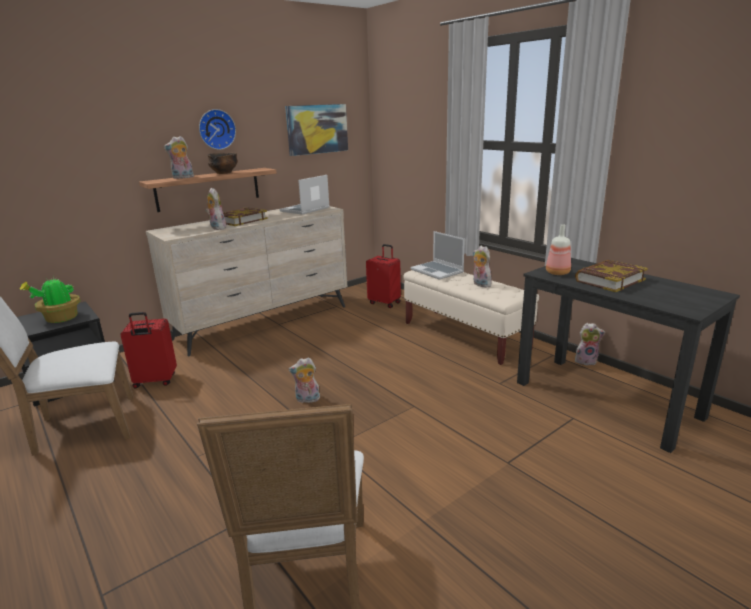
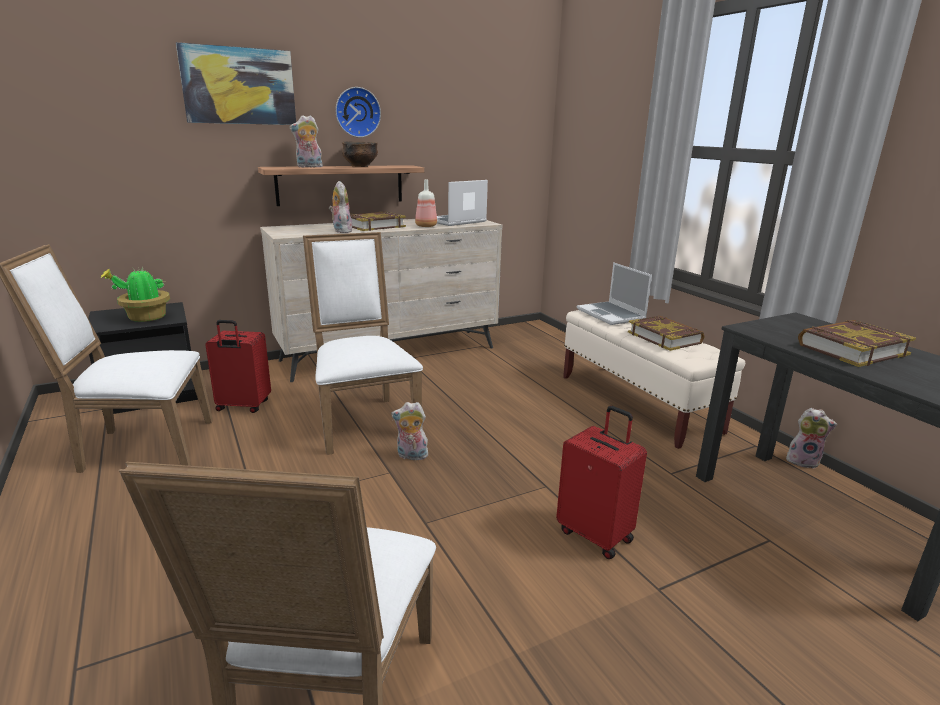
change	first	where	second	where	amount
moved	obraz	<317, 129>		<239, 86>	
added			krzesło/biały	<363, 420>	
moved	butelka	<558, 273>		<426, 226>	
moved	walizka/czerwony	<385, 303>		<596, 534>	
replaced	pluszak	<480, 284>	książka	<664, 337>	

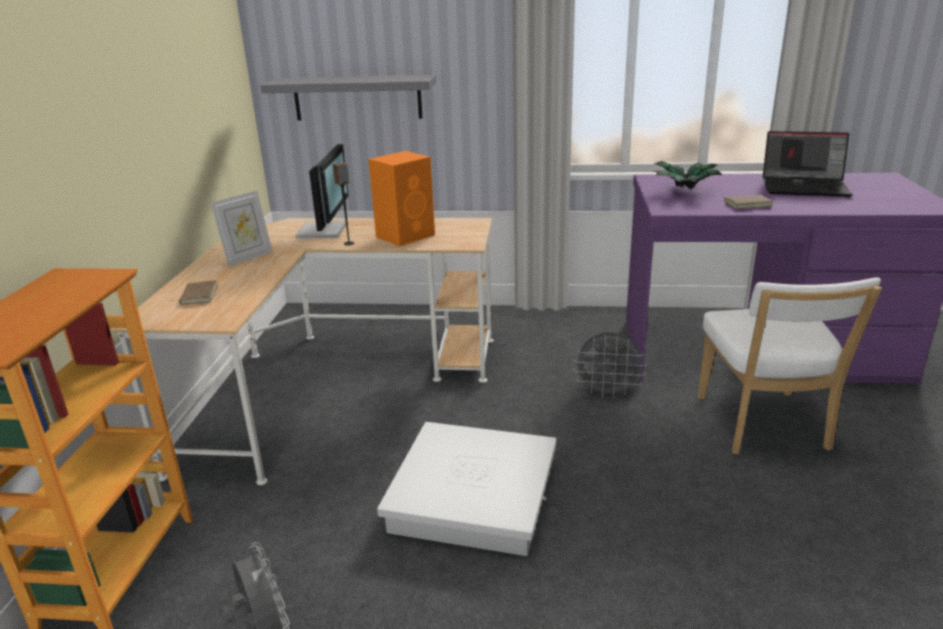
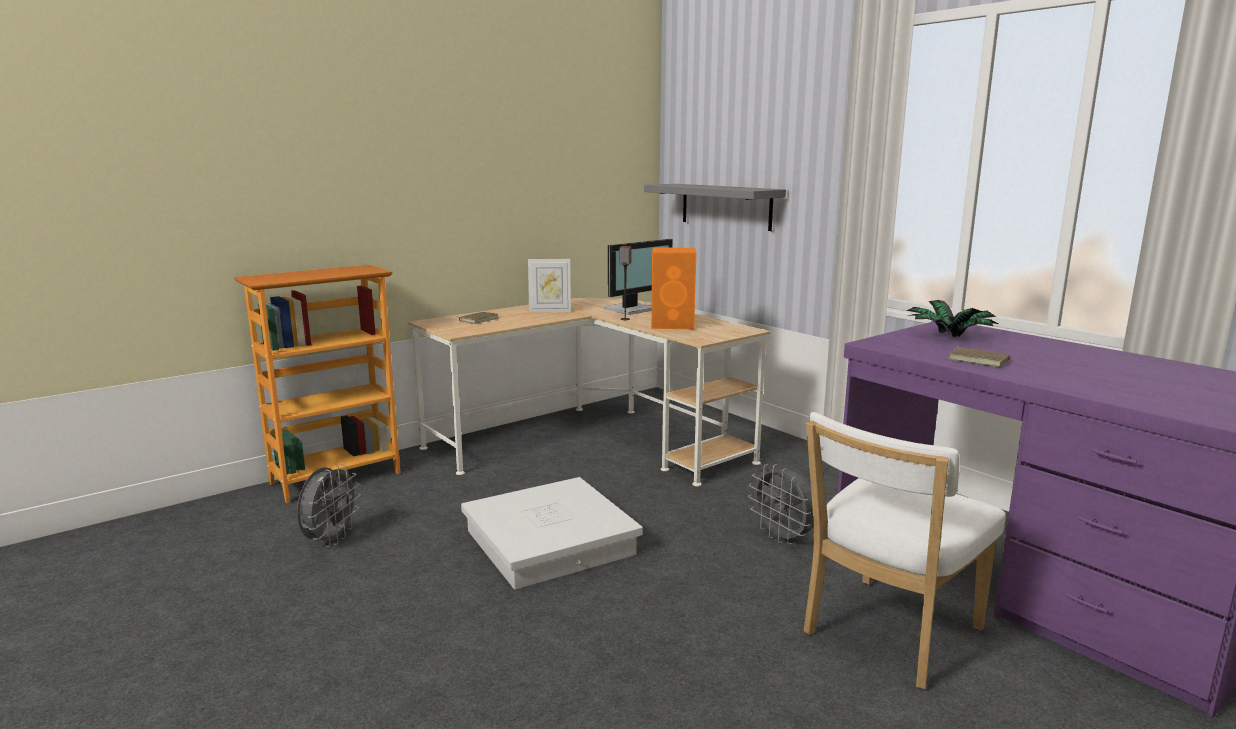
change	first	where	second	where	amount
removed	laptop	<805, 187>			

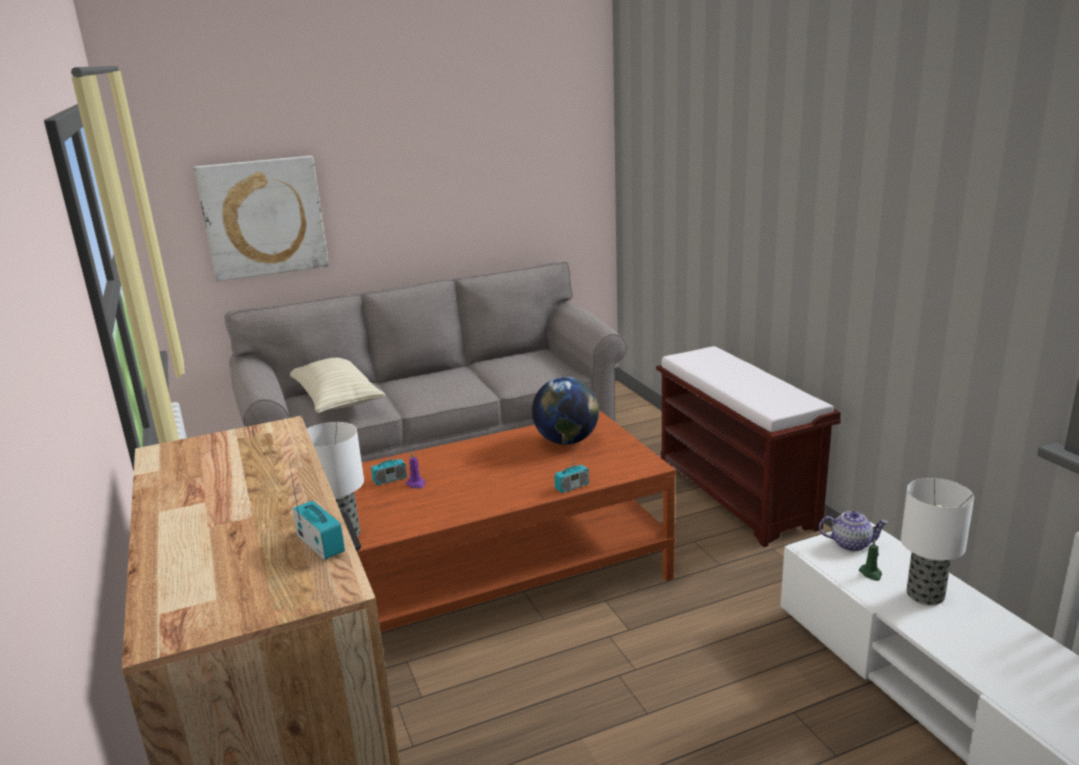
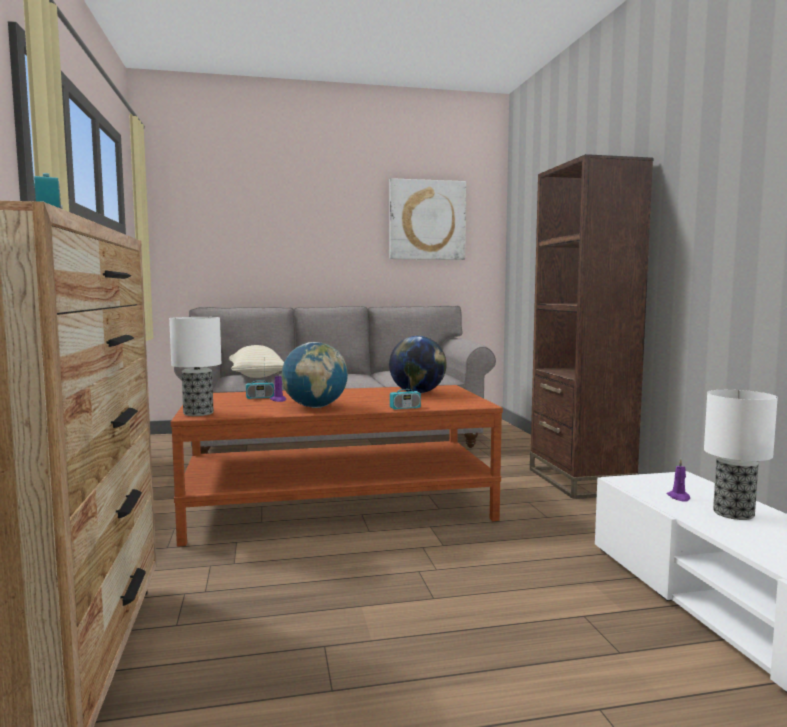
change	first	where	second	where	amount
added			globus	<315, 407>	
moved	obraz	<263, 217>		<427, 220>	
replaced	ławka/brązowy	<737, 495>	regał/brązowy	<579, 481>	
recoloured	świeca/zielony	<871, 573>	świeca/fioletowy	<679, 497>	
removed	imbryk	<851, 544>			

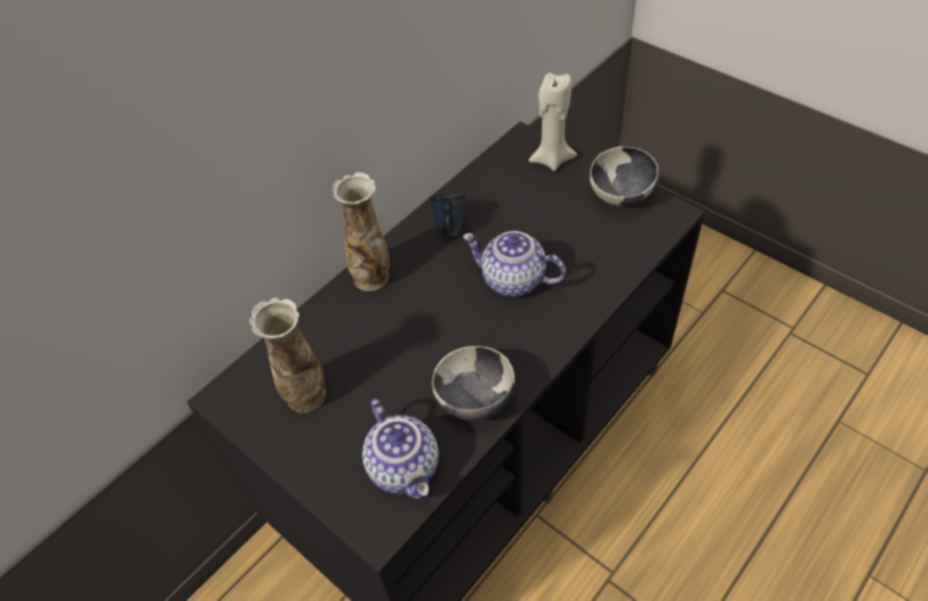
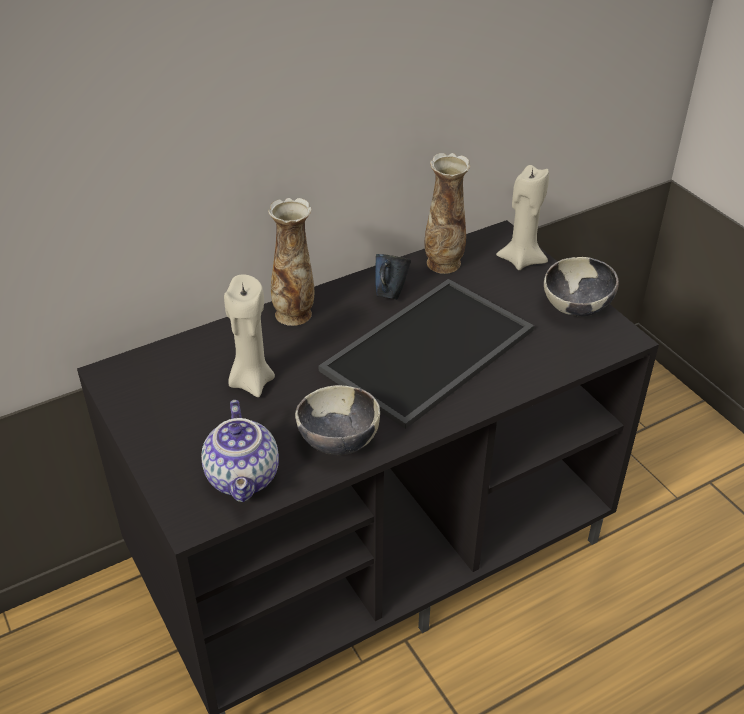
change	first	where	second	where	amount
added			świeca/beżowy	<251, 381>	
replaced	imbryk	<514, 280>	taca	<429, 353>	
moved	wazon	<306, 396>		<443, 264>	

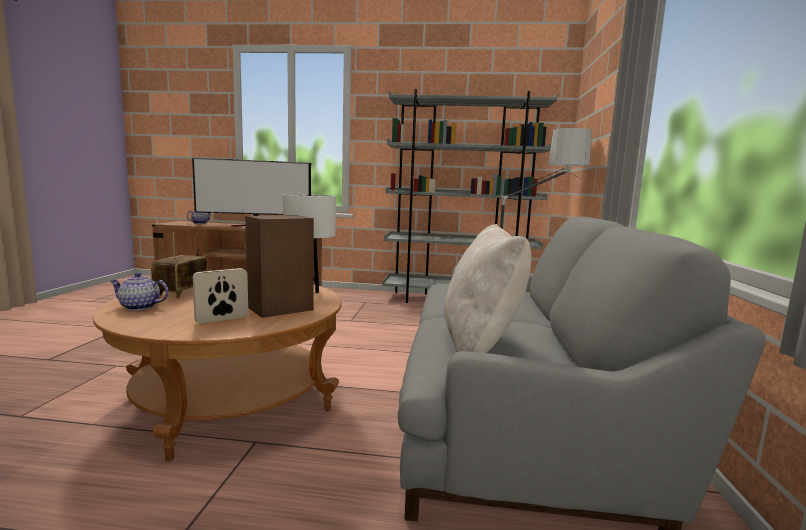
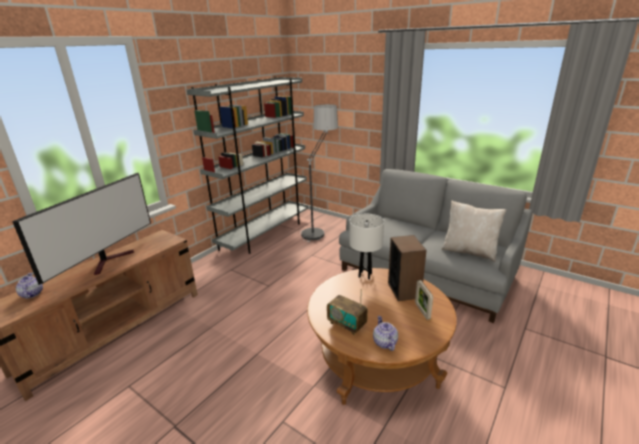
change	first	where	second	where	amount
turned	imbryk	<139, 307>		<384, 342>	135 degrees clockwise

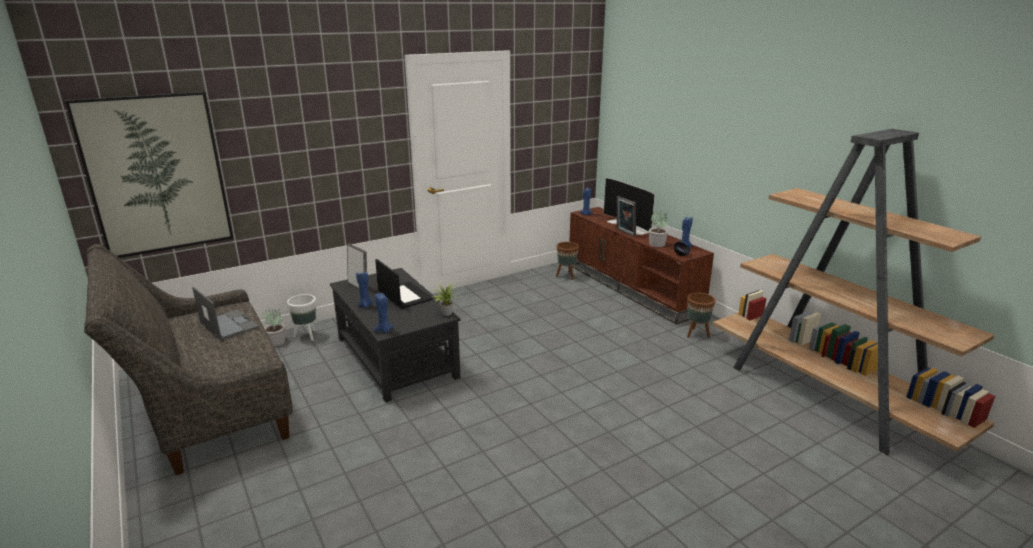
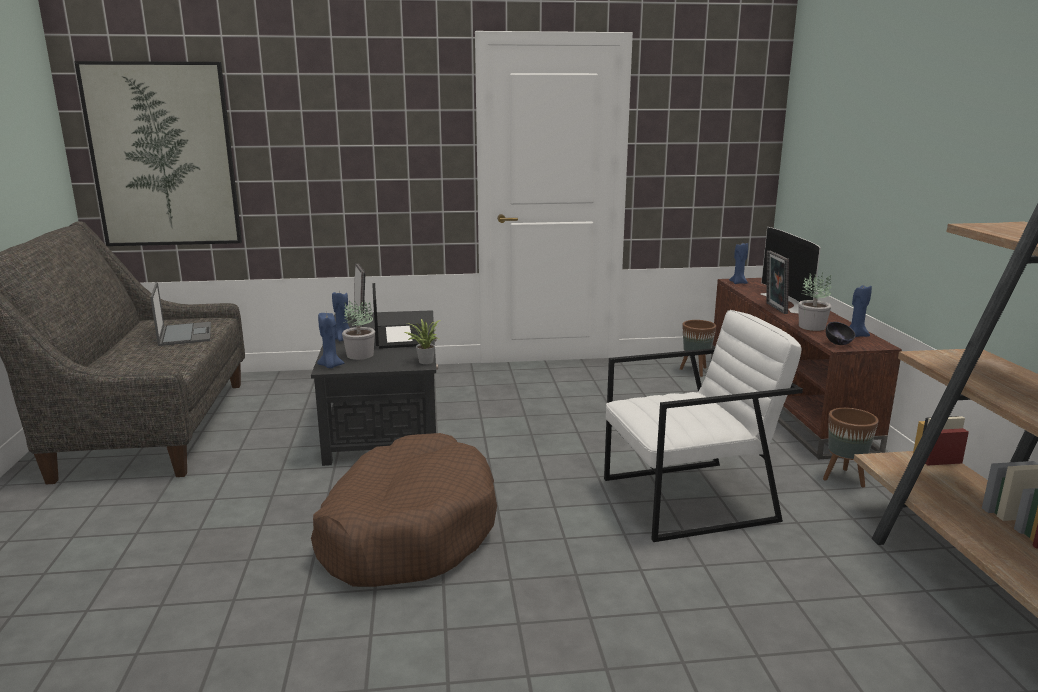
change	first	where	second	where	amount
added			legowisko/brązowy	<407, 530>	
moved	roślina doniczkowa	<276, 342>		<360, 355>	
added			fotel/biały	<689, 499>	
removed	donica/biały	<307, 336>			

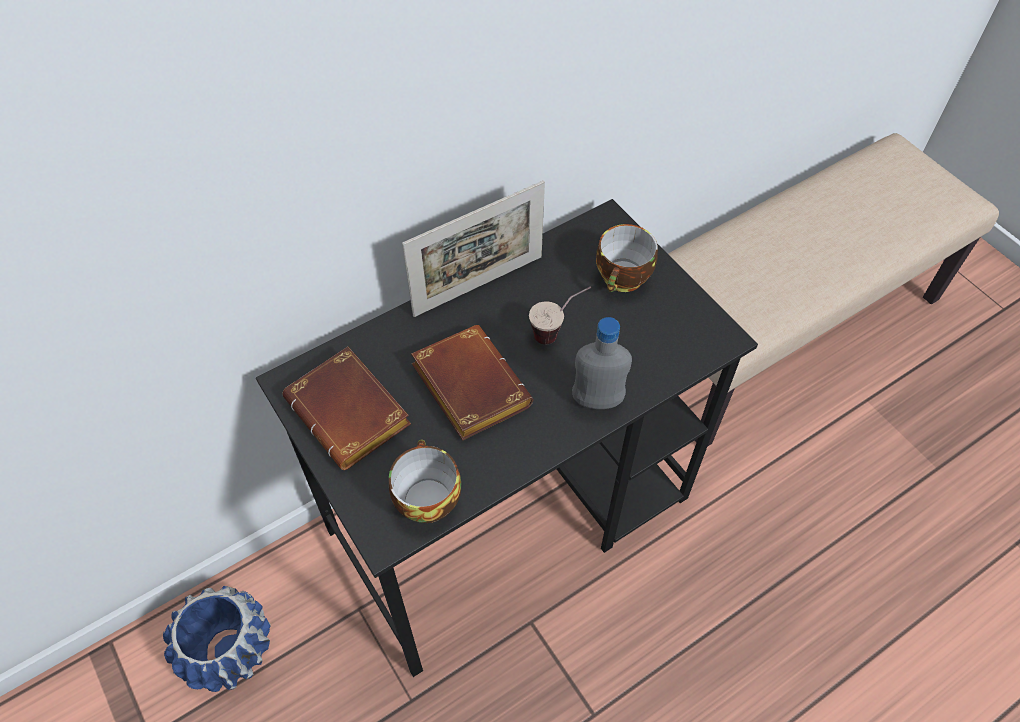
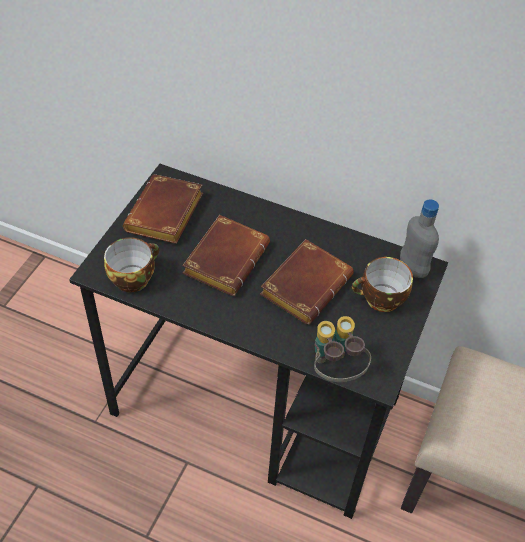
change	first	where	second	where	amount
replaced	filiżanka	<558, 331>	książka/brązowy	<305, 284>	
added			lornetka	<335, 370>	
moved	butelka/szary	<597, 401>		<412, 268>	
removed	donica/niebieski	<227, 649>			
removed	ramka na zdjęcie	<478, 285>			

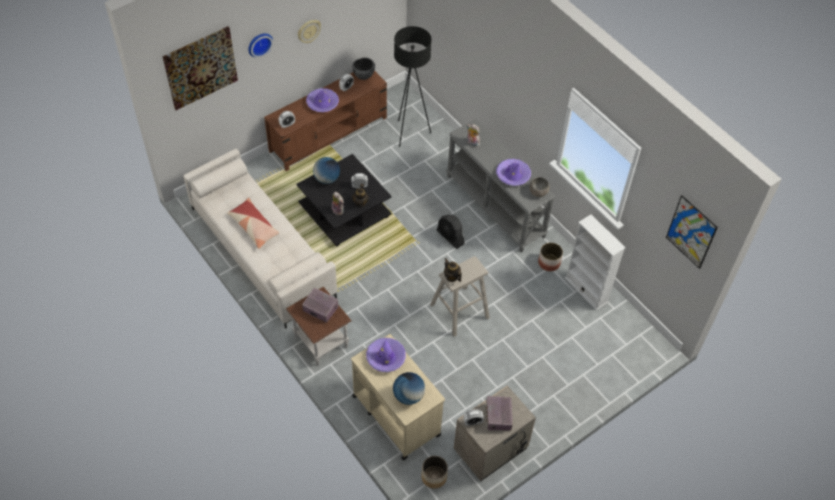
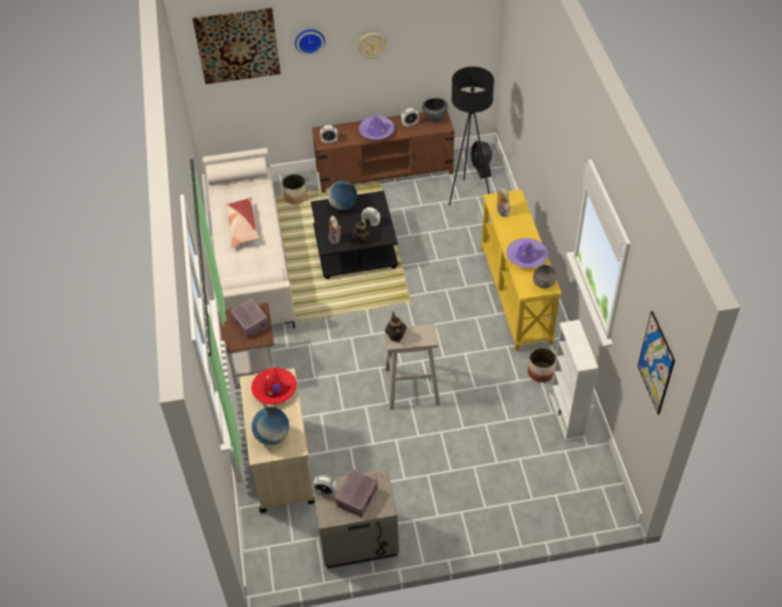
change	first	where	second	where	amount
recoloured	kapelusz/fioletowy	<386, 357>	kapelusz/czerwony	<274, 389>	
moved	donica	<434, 476>		<295, 197>	
moved	wentylator/czarny	<450, 237>		<481, 168>	
recoloured	stolik konsolowy/szary	<496, 206>	stolik konsolowy/żółty	<516, 295>	

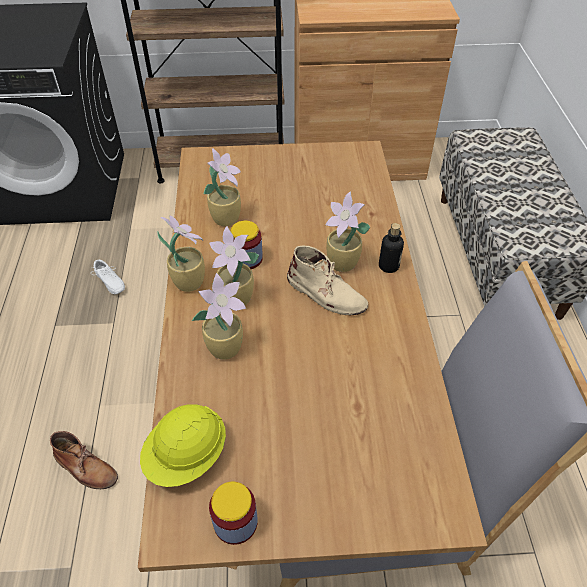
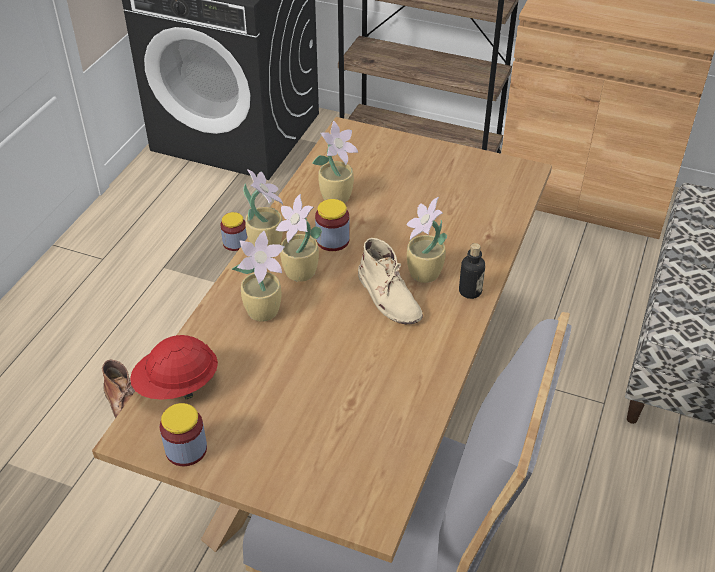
change	first	where	second	where	amount
recoloured	kask/żółty	<187, 456>	kask/czerwony	<177, 386>	
replaced	but/biały	<109, 283>	słoik	<235, 243>	

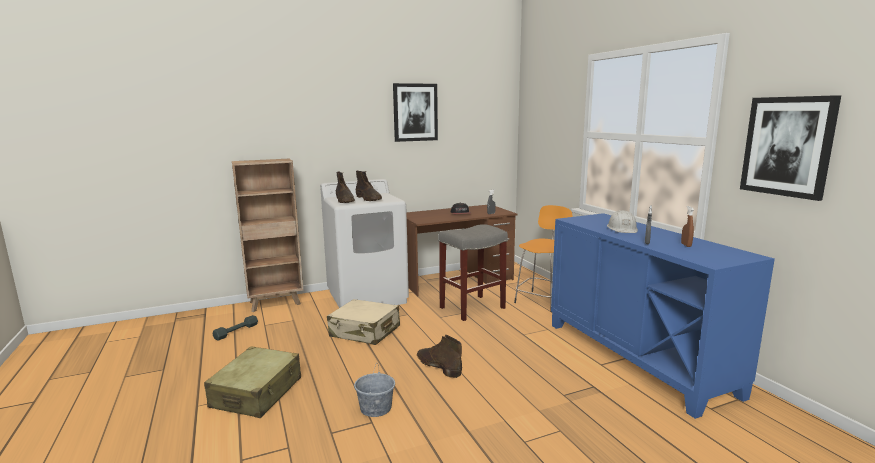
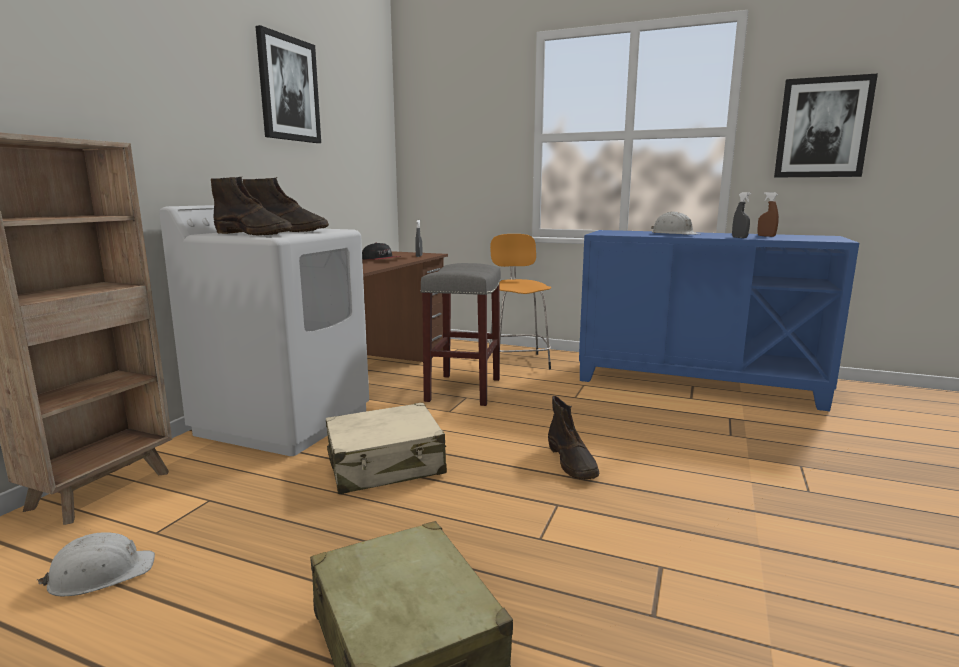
change	first	where	second	where	amount
replaced	hantel/szary	<236, 331>	kask/biały	<101, 574>	
turned	but z cholewką/brązowy	<438, 366>		<572, 462>	105 degrees counterclockwise
removed	wiadro/szary	<376, 408>			

